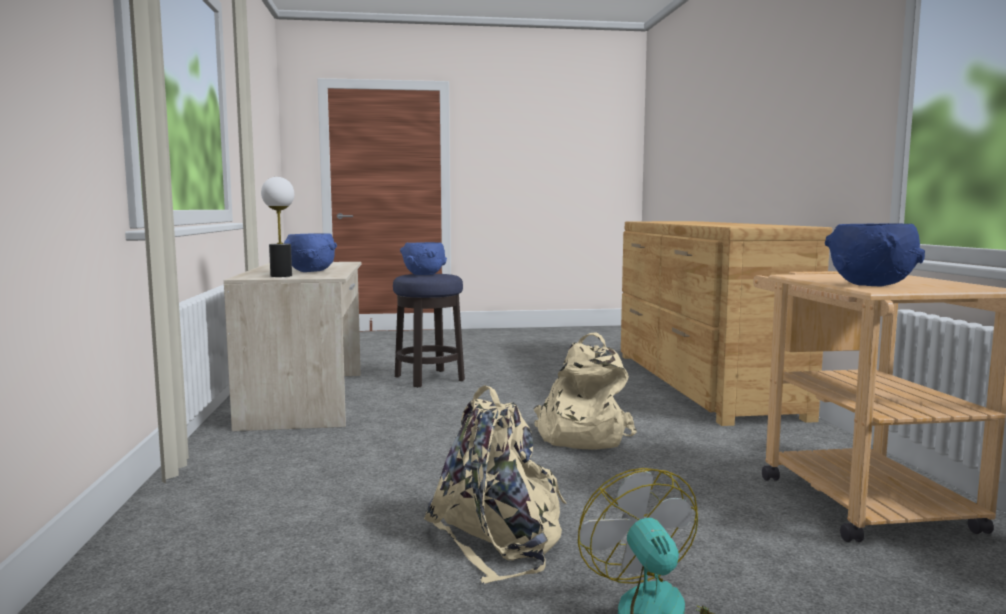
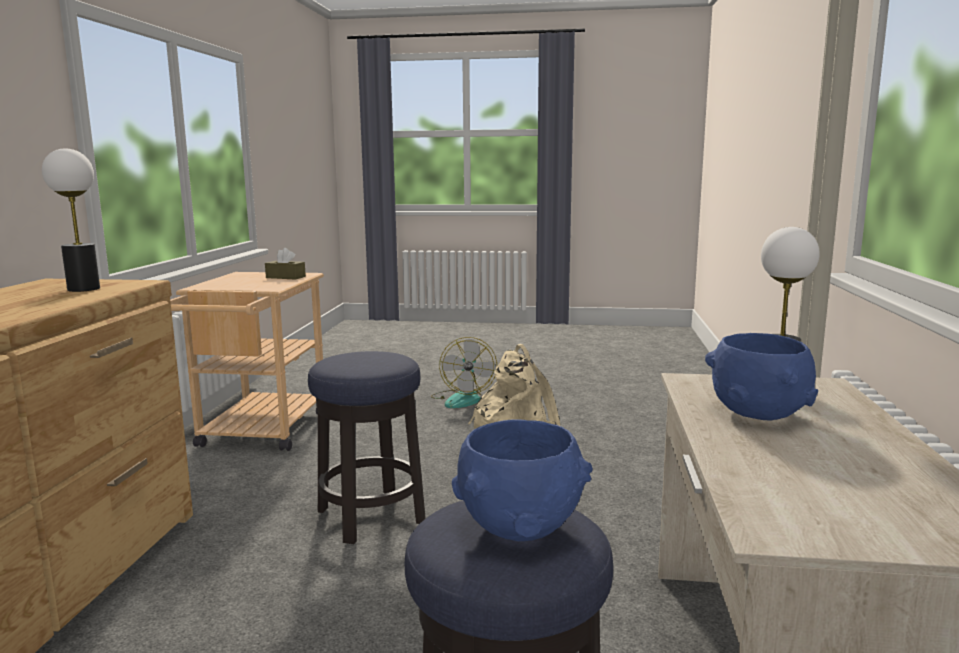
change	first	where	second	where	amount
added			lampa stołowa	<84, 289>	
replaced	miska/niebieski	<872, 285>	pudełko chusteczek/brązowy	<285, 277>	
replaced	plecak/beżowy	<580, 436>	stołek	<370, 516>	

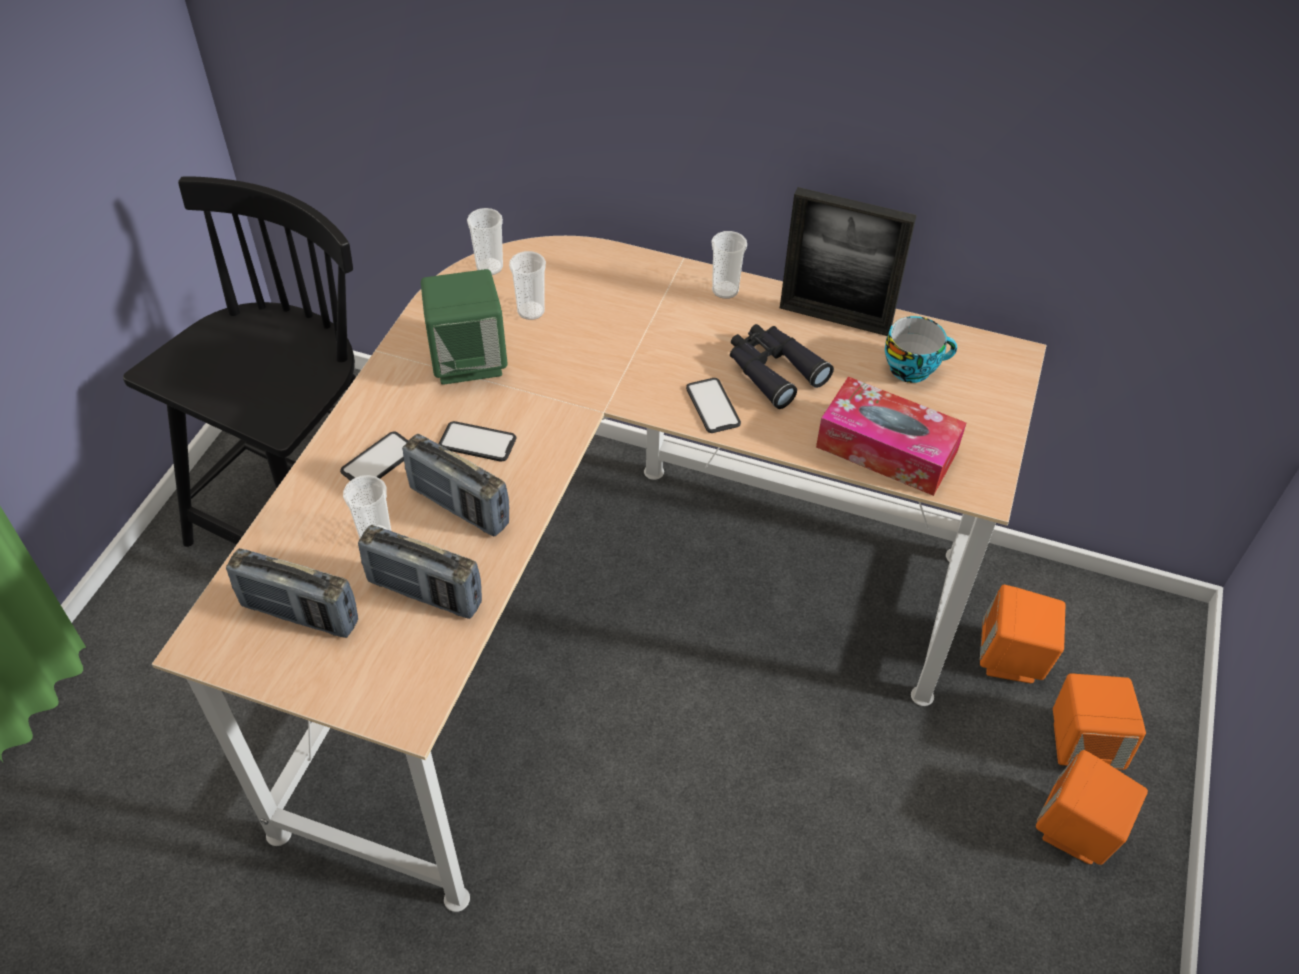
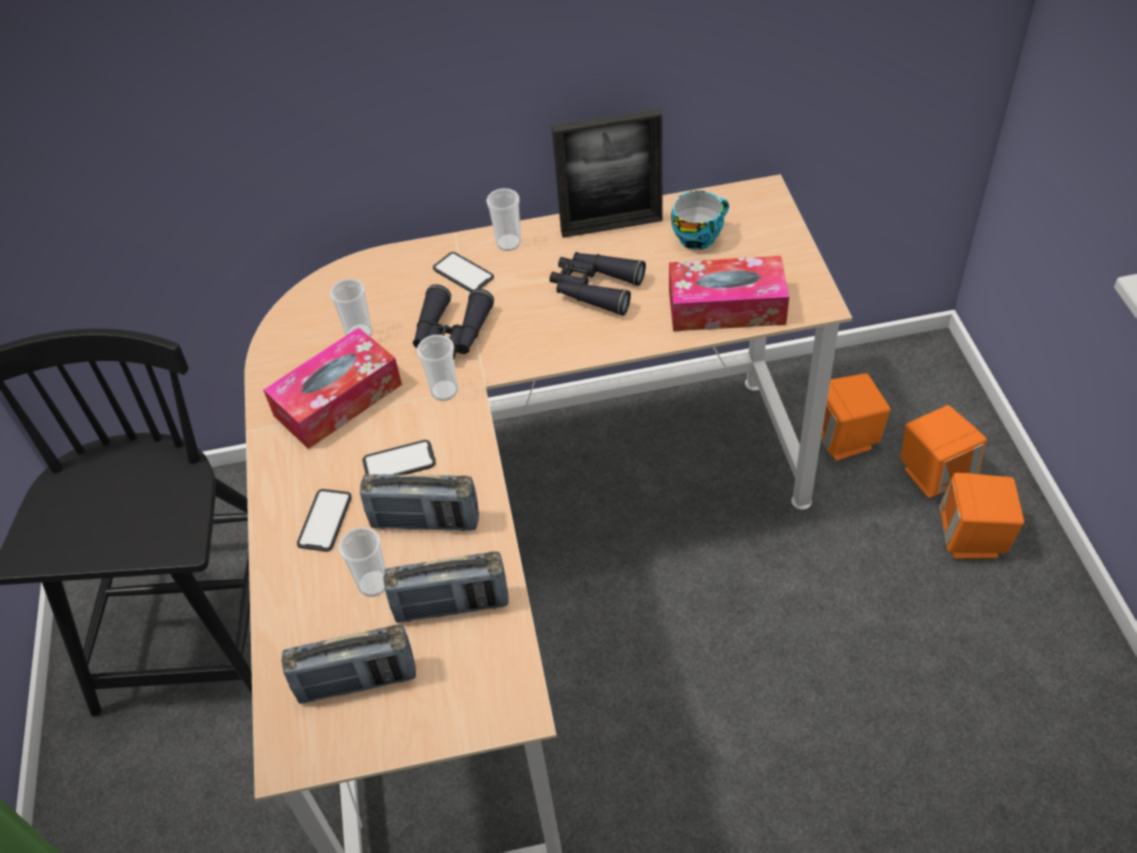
change	first	where	second	where	amount
replaced	głośnik/zielony	<469, 361>	pudełko chusteczek	<338, 400>	
added			lornetka/czarny	<451, 334>	
moved	filiżanka	<489, 267>		<444, 391>	
moved	telefon	<713, 406>		<463, 273>	

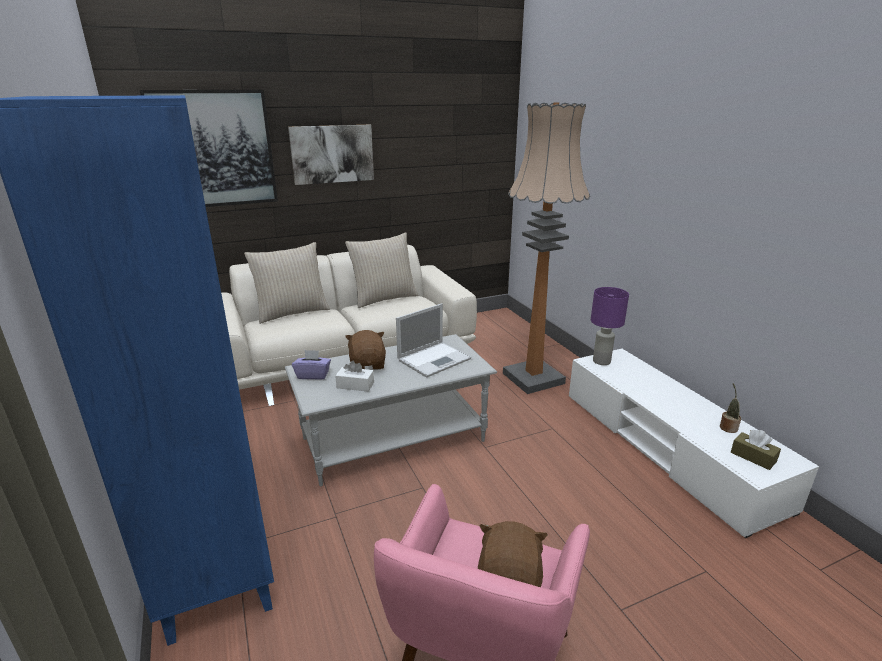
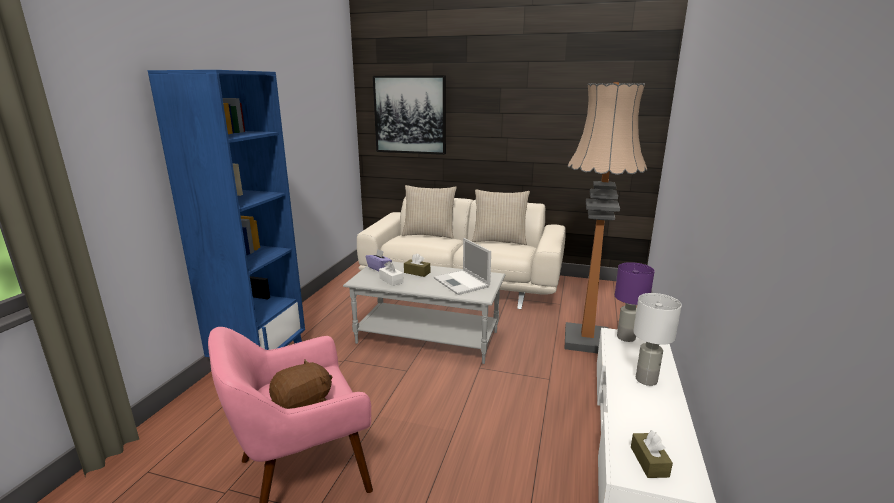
change	first	where	second	where	amount
replaced	pluszak/brązowy	<368, 364>	pudełko chusteczek/brązowy	<417, 272>	
turned	laptop	<435, 359>		<462, 283>	60 degrees clockwise
added			lampa stołowa/biały	<646, 380>	
removed	obraz	<332, 154>			
removed	roślina doniczkowa	<728, 427>			

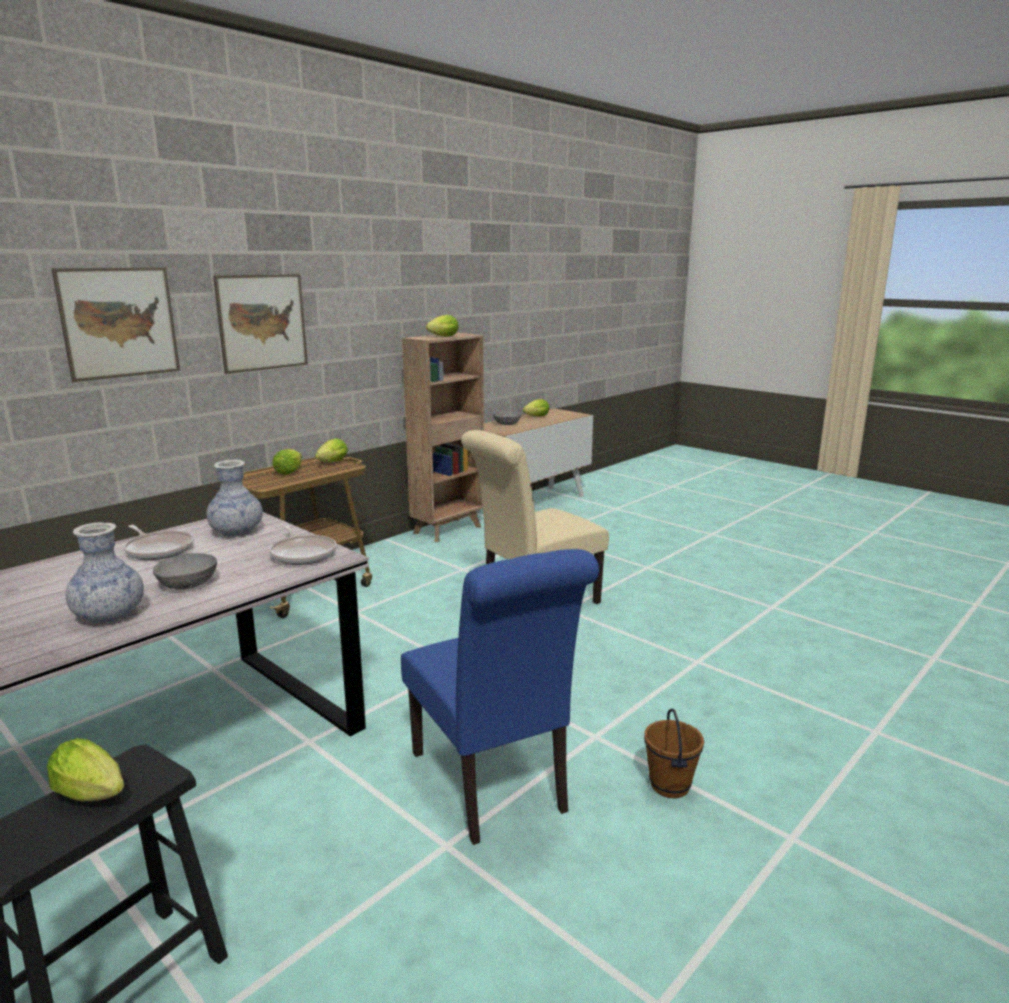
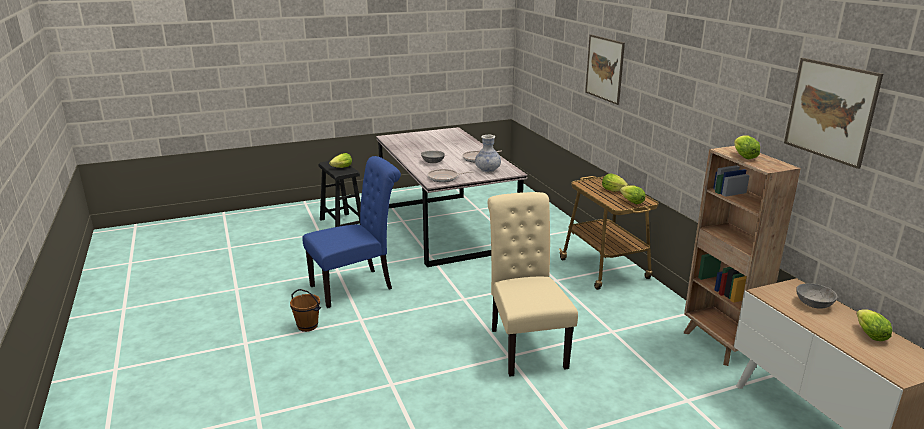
change	first	where	second	where	amount
turned	krzesło/niebieski	<493, 787>		<356, 286>	150 degrees clockwise
moved	obraz	<262, 322>		<830, 111>	
removed	wazon	<109, 615>			

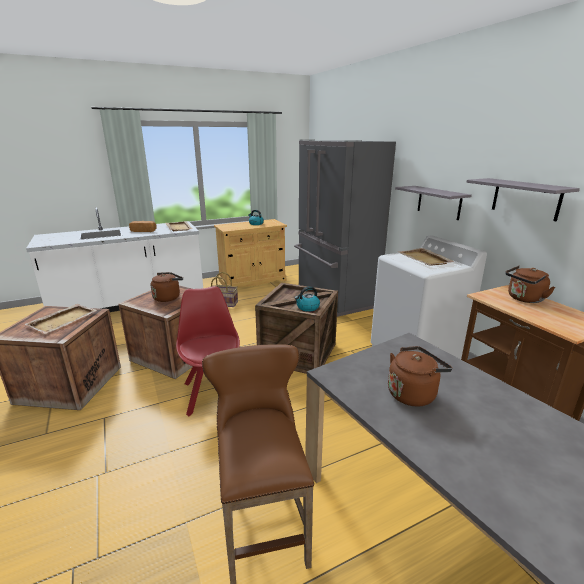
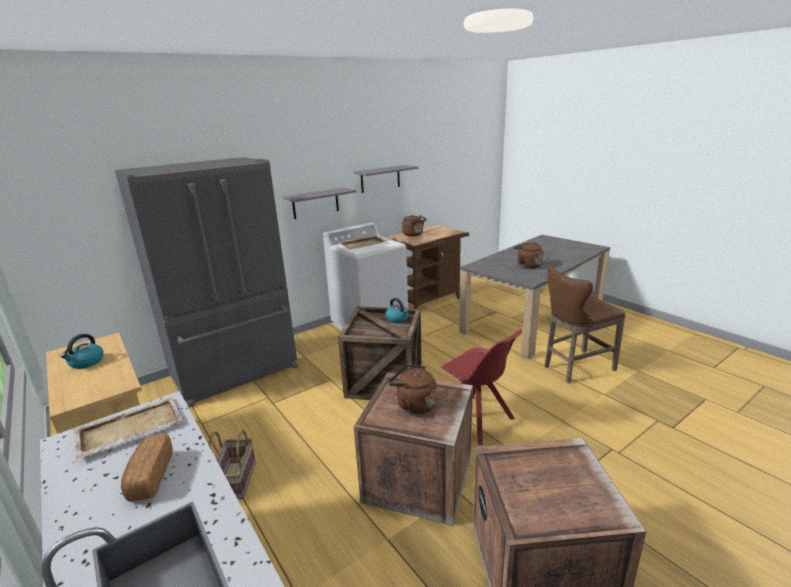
change	first	where	second	where	amount
turned	krzesło/czerwony	<213, 392>		<477, 420>	105 degrees counterclockwise
removed	taca/beżowy	<63, 319>			

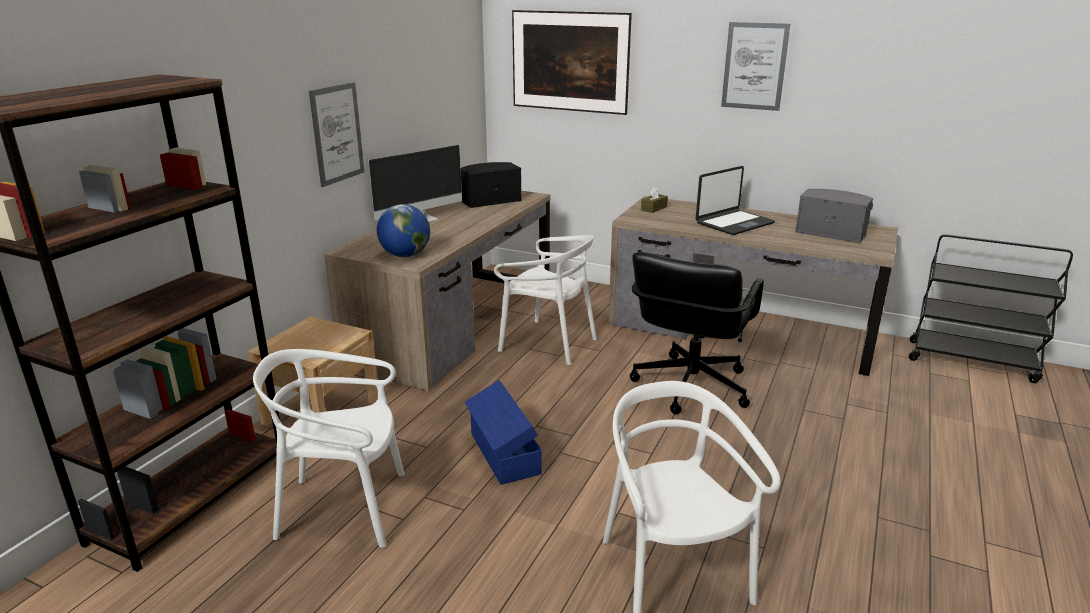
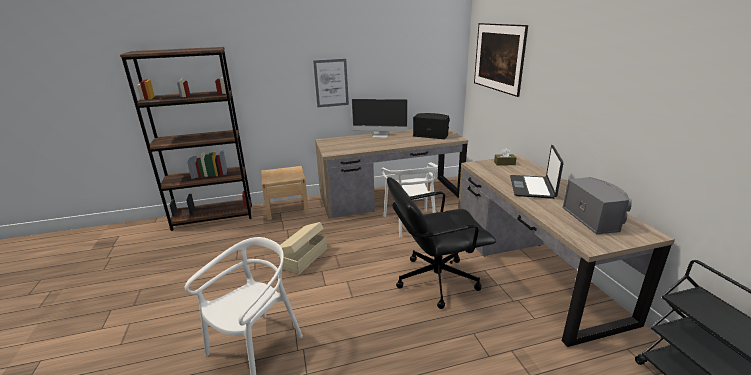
change	first	where	second	where	amount
recoloured	pojemnik do przechowywania/niebieski	<504, 454>	pojemnik do przechowywania/beżowy	<303, 258>	
turned	laptop	<733, 223>		<532, 187>	90 degrees clockwise
removed	krzesło/biały	<344, 508>			
removed	globus	<405, 255>			
removed	obraz	<754, 66>			

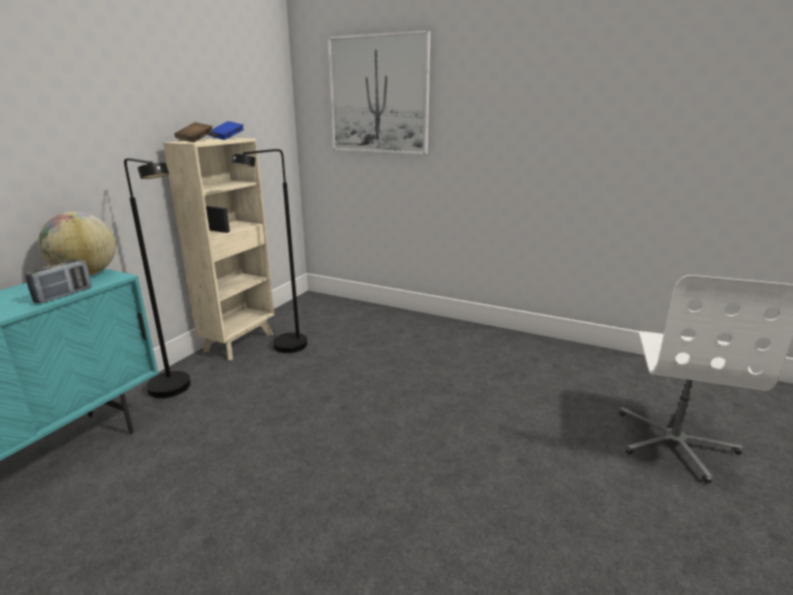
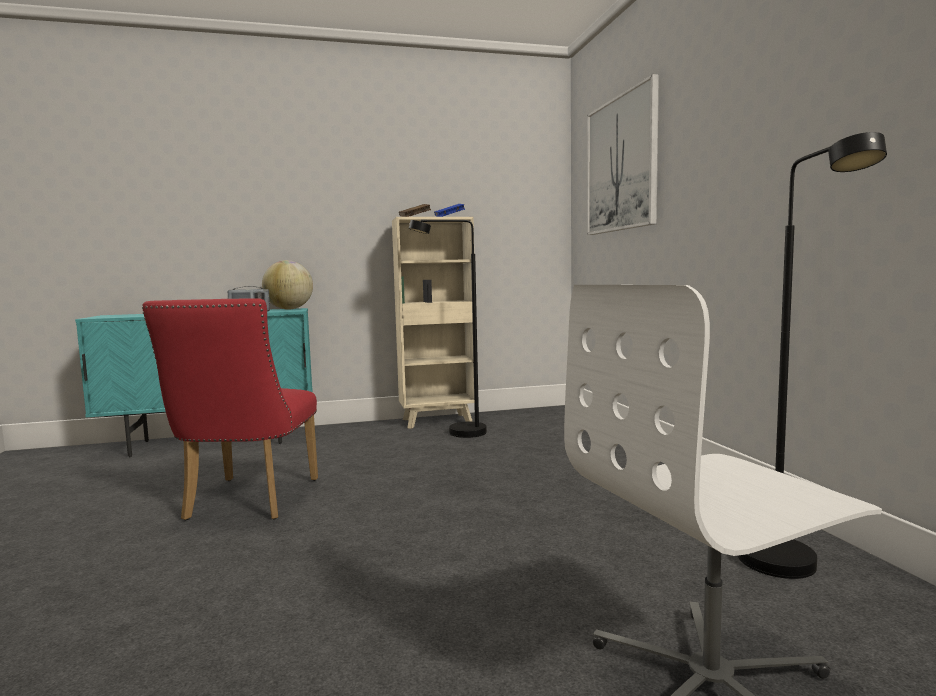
change	first	where	second	where	amount
added			krzesło/czerwony	<246, 502>	
moved	lampa stojąca/czarny	<176, 390>		<790, 571>	

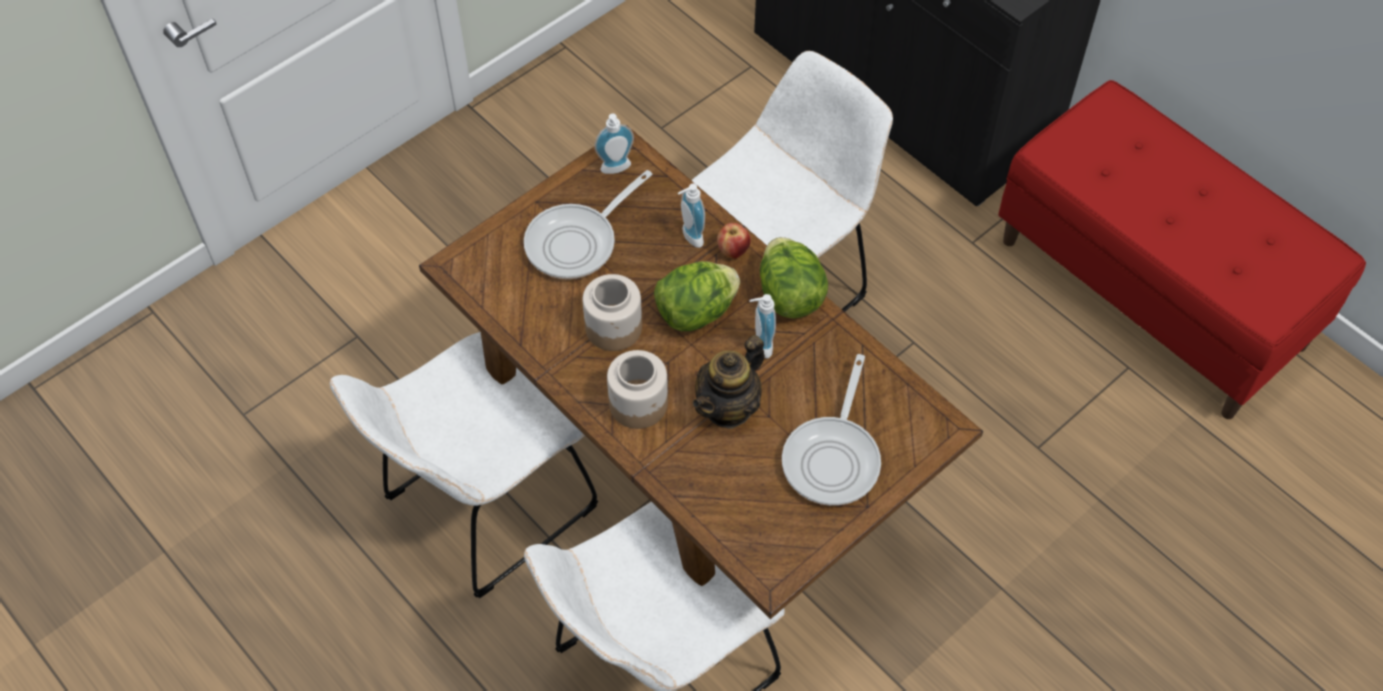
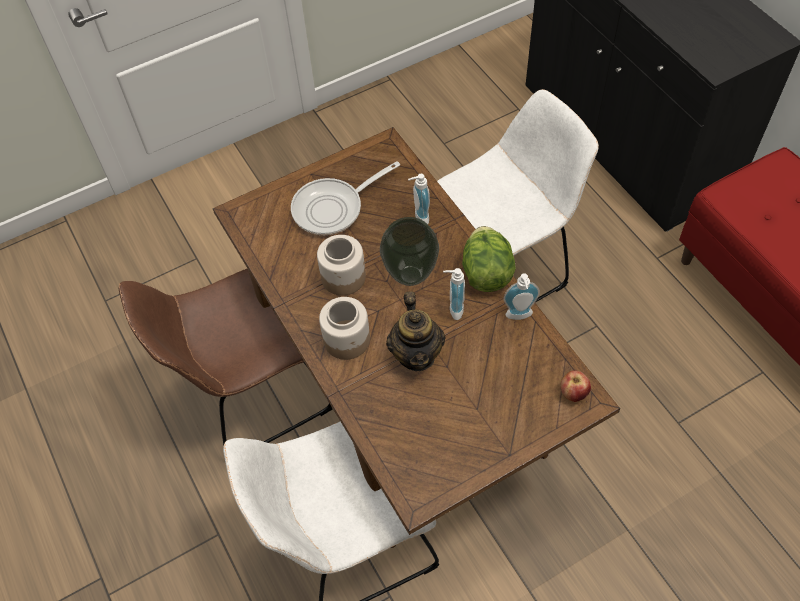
change	first	where	second	where	amount
recoloured	krzesło/biały	<482, 509>	krzesło/brązowy	<250, 397>	
replaced	sałata	<695, 312>	wazon	<409, 275>	
turned	imbryk	<729, 407>		<417, 354>	60 degrees counterclockwise
moved	dozownik mydła	<617, 170>		<519, 316>	
moved	jabłko	<733, 251>		<573, 393>	
removed	patelnia	<833, 457>			

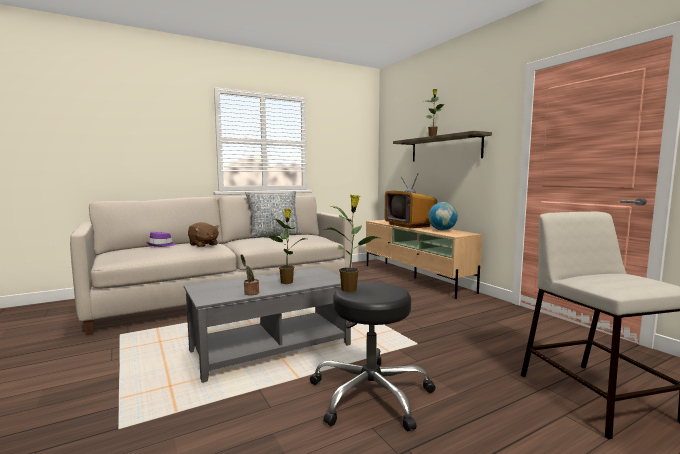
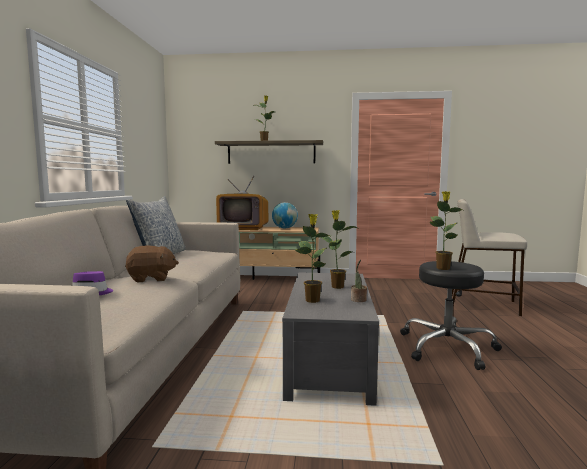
change	first	where	second	where	amount
added			roślina doniczkowa	<312, 300>	

